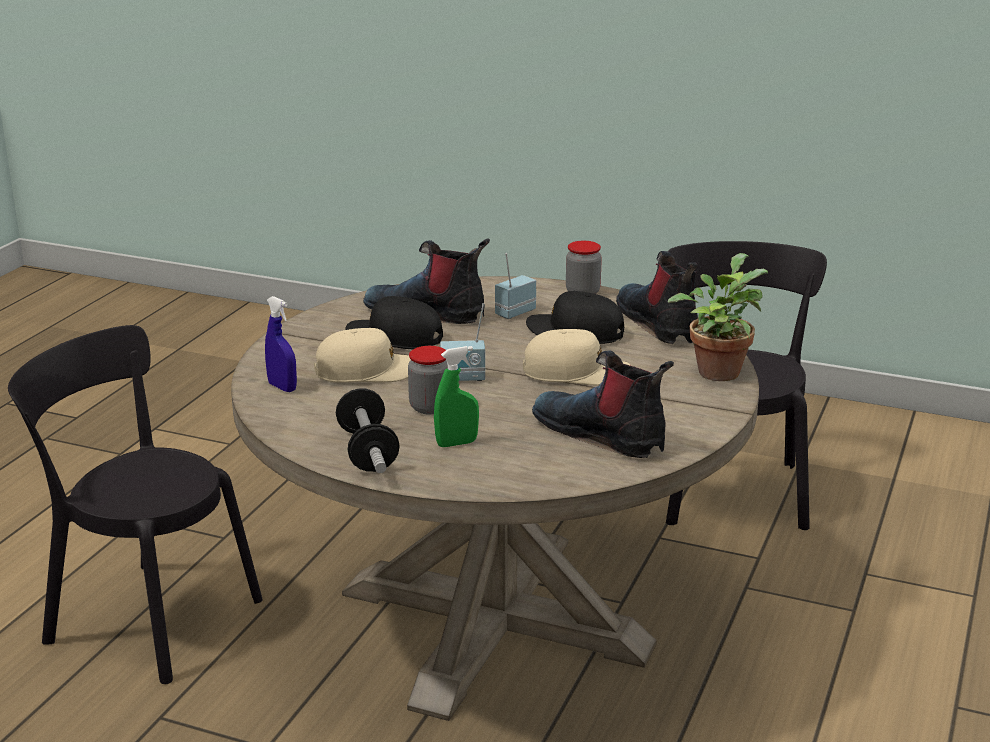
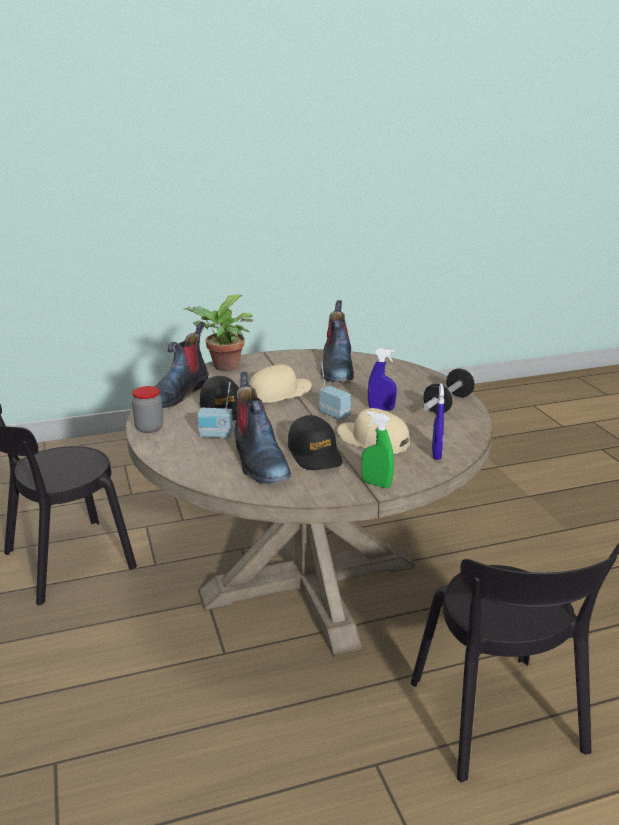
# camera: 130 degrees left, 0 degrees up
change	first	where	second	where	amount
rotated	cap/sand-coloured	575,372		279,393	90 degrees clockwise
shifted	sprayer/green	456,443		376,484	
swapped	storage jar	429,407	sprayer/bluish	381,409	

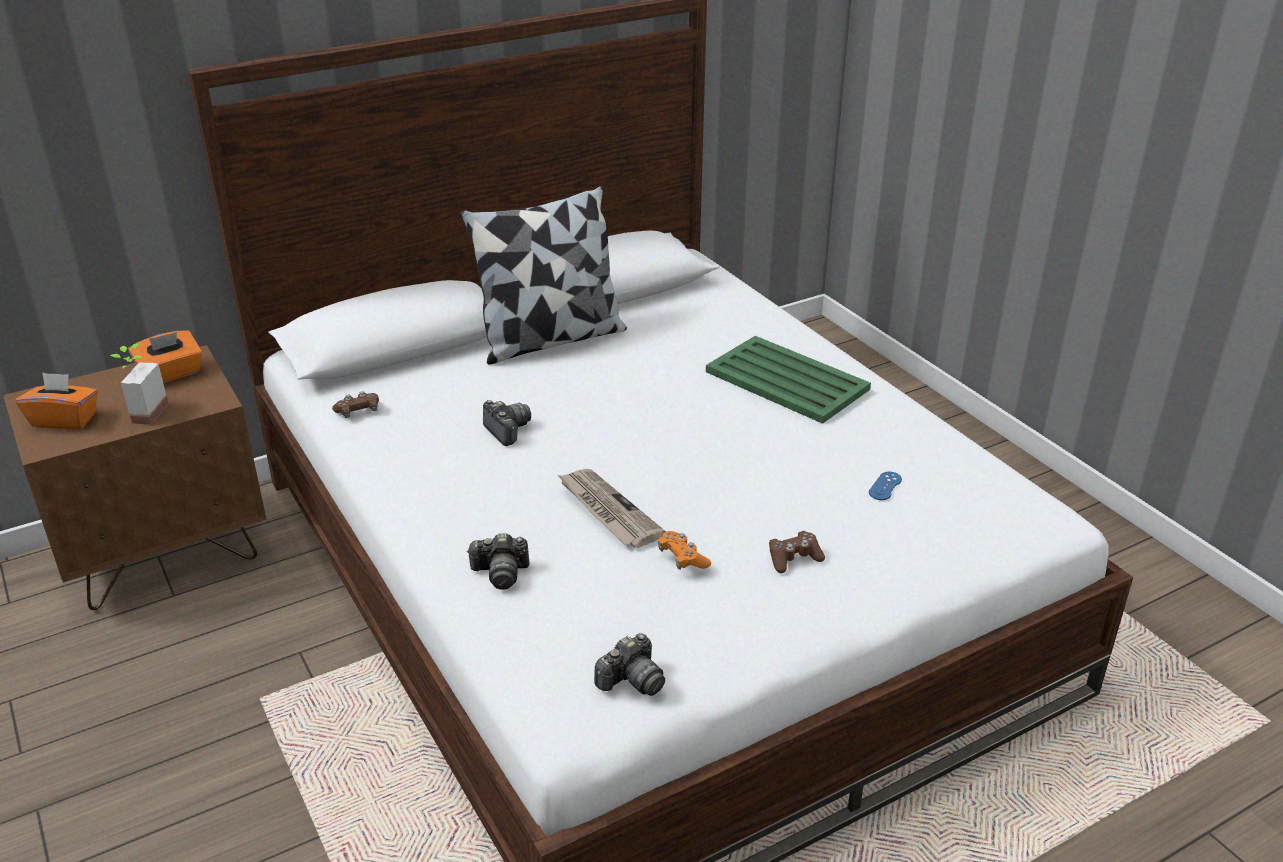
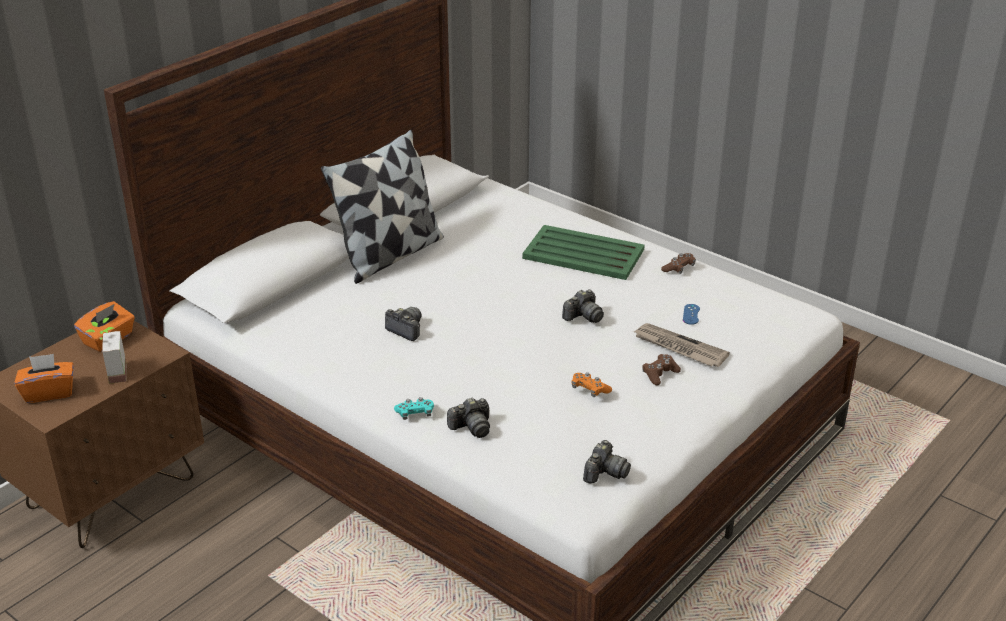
# camera: 20 degrees left, 0 degrees up
change	first	where	second	where	amount
new			gamepad/blue-green	415,414	
new			still camera	583,316	
shifted	printed paper	607,510		679,348	
shifted	gamepad/brown-coloured	358,411		678,268	

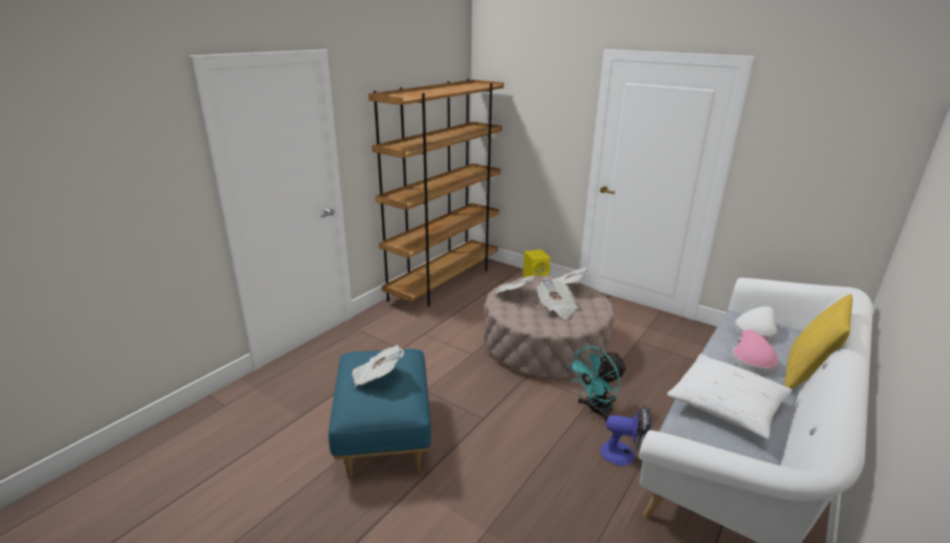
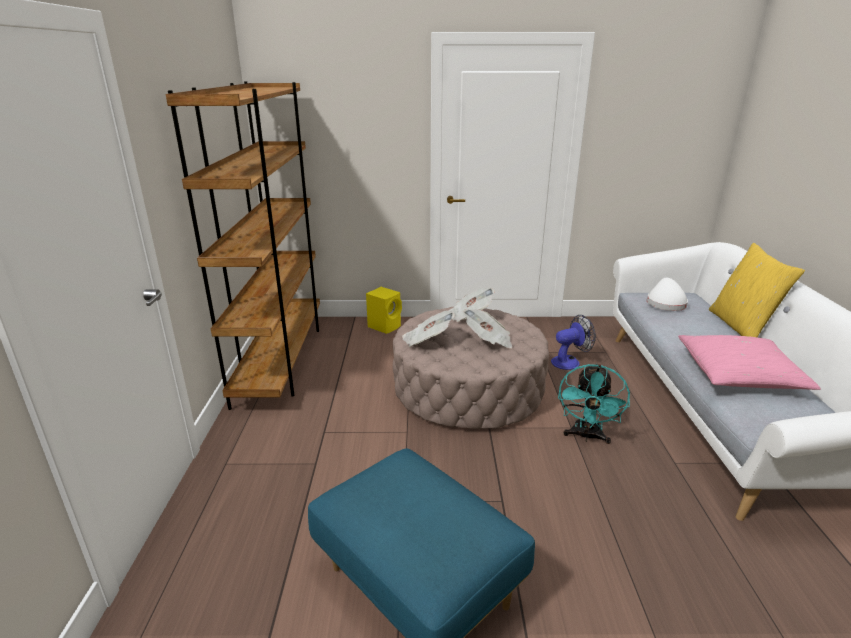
# camera: 35 degrees left, 0 degrees up
change	first	where	second	where	amount
shifted	cooling fan	624,454		569,361	
repainted	cushion/whitish	726,405	cushion/pink-coloured	739,375	
gone	printed paper	377,377			
gone	clothing hat/pink-coloured	751,360			

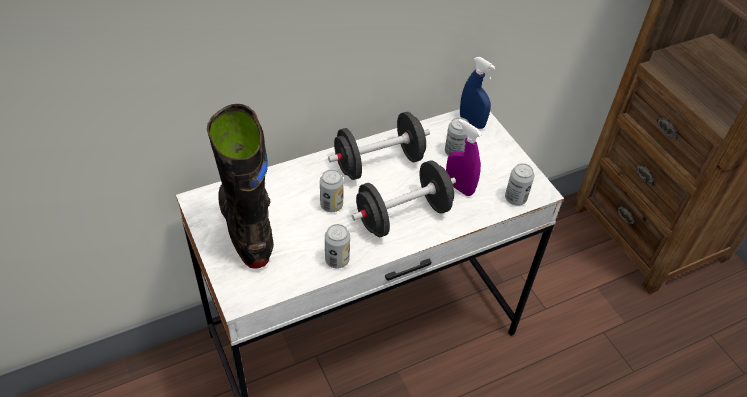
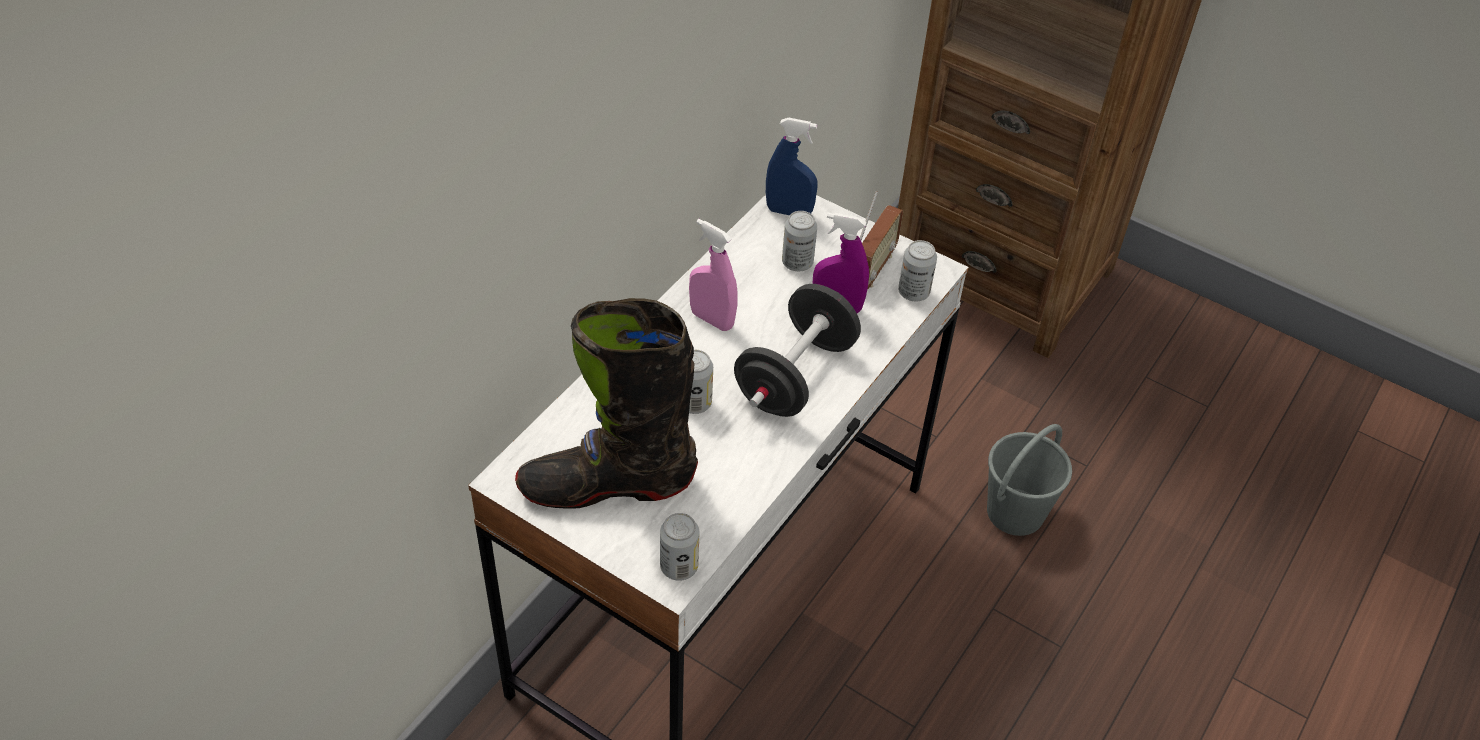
# camera: 30 degrees left, 0 degrees up
change	first	where	second	where	amount
rotated	high-top boot/black	247,228		607,485	45 degrees counterclockwise
shifted	metal can	337,260		679,567	
swapped	hand weight/black	378,163	sprayer/pink-coloured	712,319	
new			radio set	873,269	
new			pail/gray	1014,513	

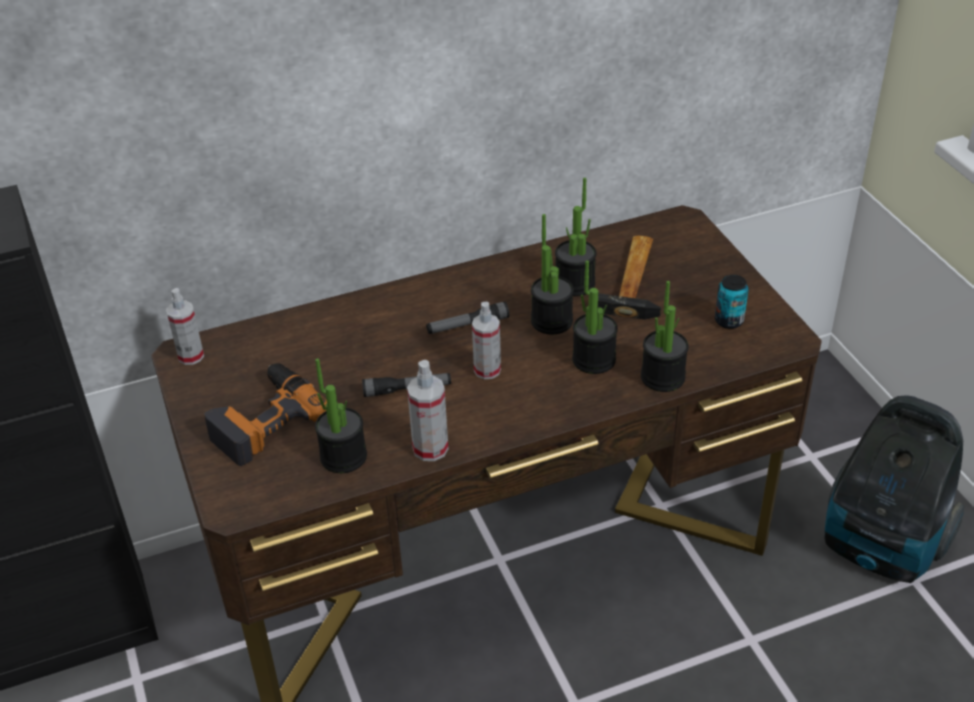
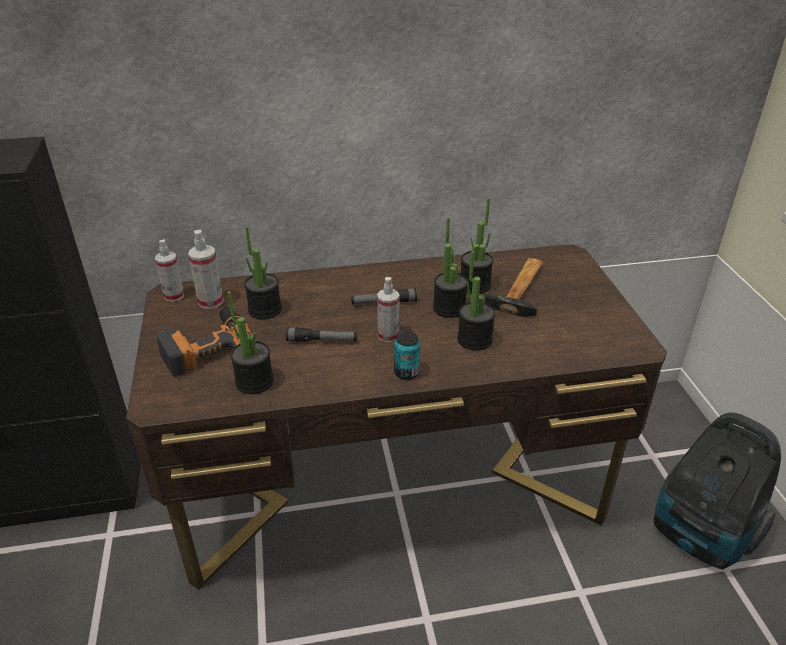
# camera: 10 degrees right, 5 degrees down
change	first	where	second	where	amount
shifted	sprayer	430,448		210,301	
shifted	potted plant	662,377		265,310	
shifted	metal can	729,321		406,372	

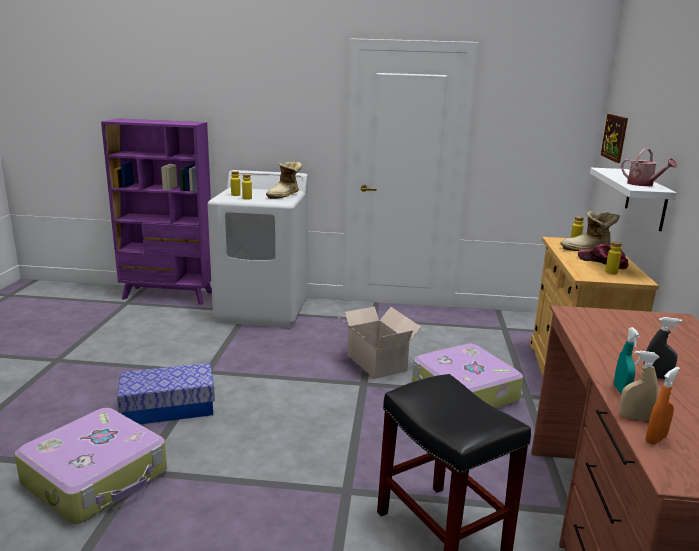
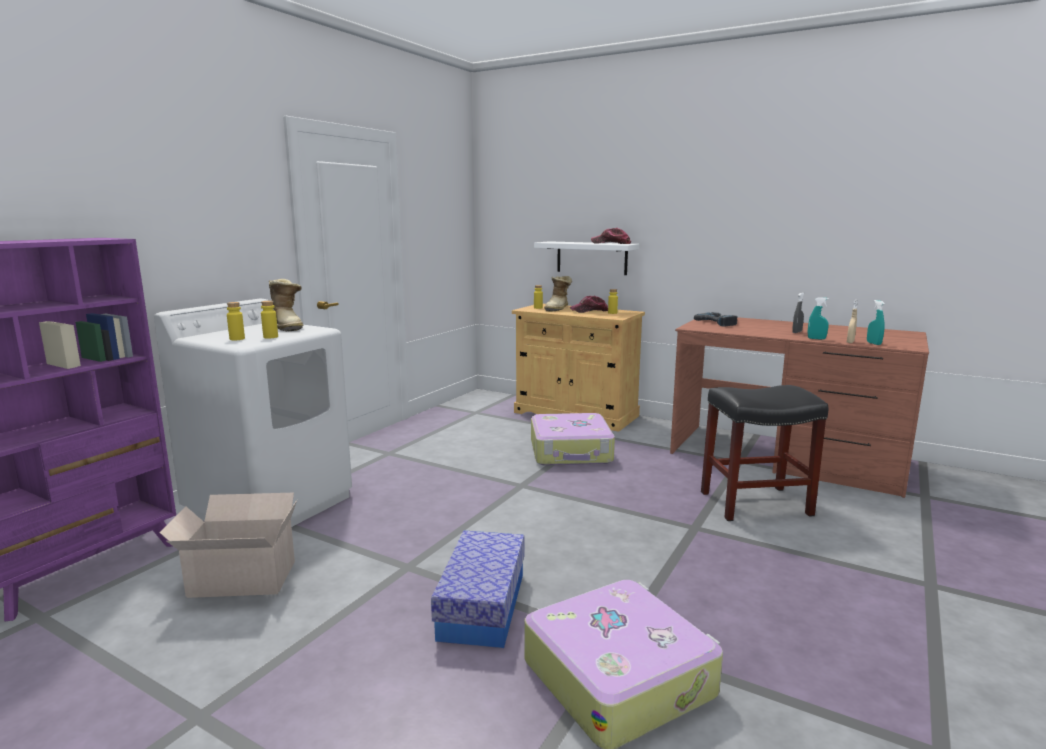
# camera: 65 degrees left, 5 degrees down
change	first	where	second	where	amount
shifted	carton	376,362		240,578	
swapped	sprinkling can	643,184	cap	611,243	
new			power drill	718,322	
repainted	sprayer/orange	656,439	sprayer/blue-green	873,343	
gone	wall picture	614,137			

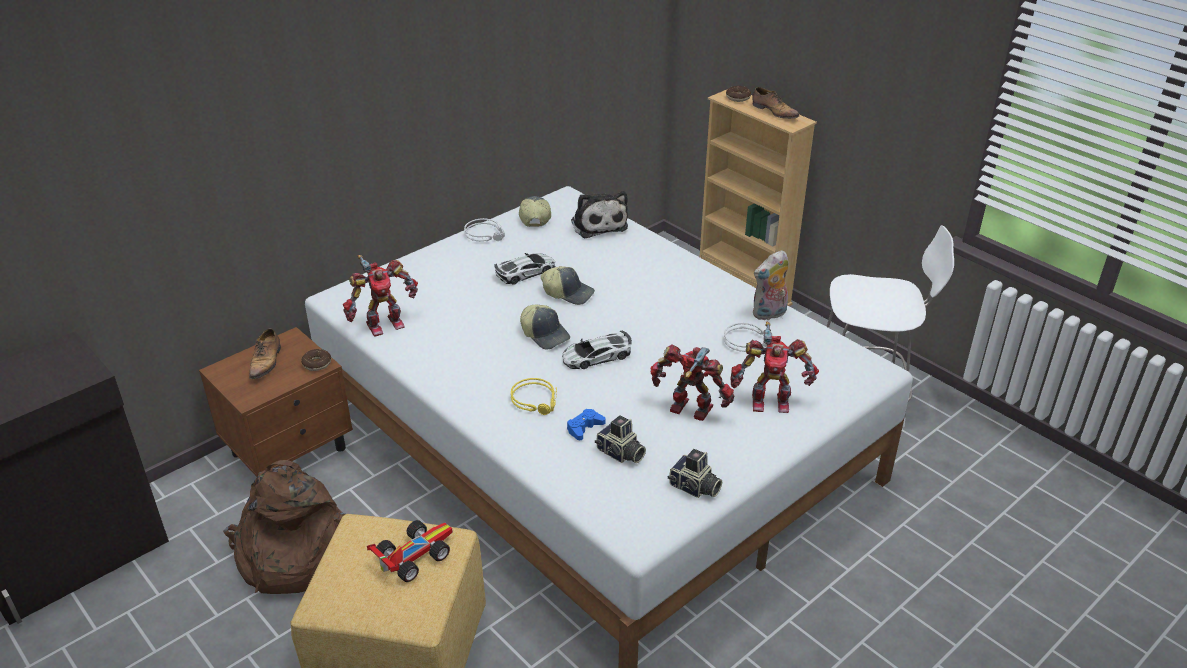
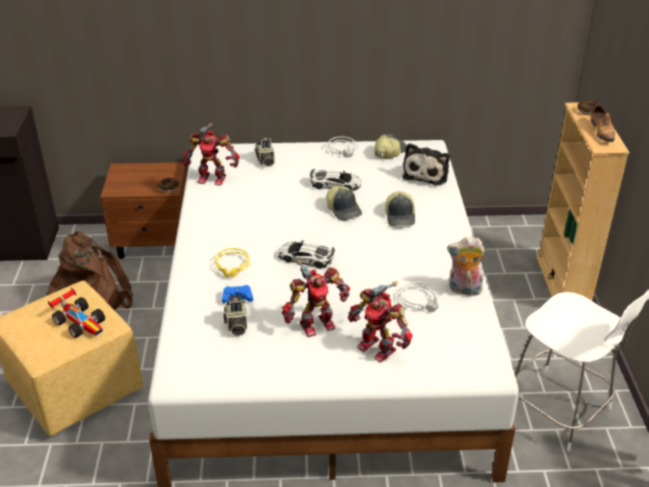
# camera: 40 degrees right, 0 degrees up
change	first	where	second	where	amount
rotated	model car	413,555		81,321	45 degrees clockwise
shifted	still camera	694,488		265,161	
rotated	robot figure	690,411		315,324	90 degrees clockwise
shifted	cap	545,334		400,216	
gone	item of footwear	266,362			

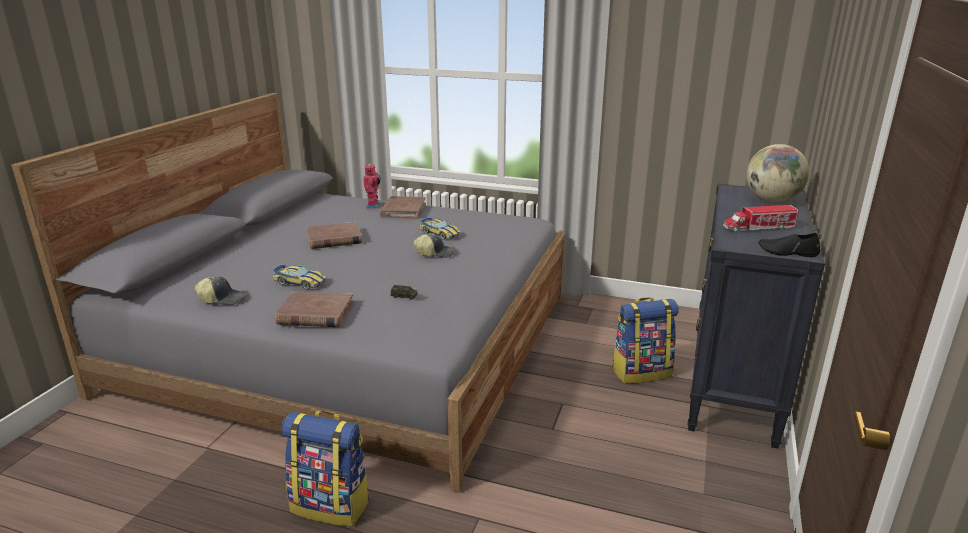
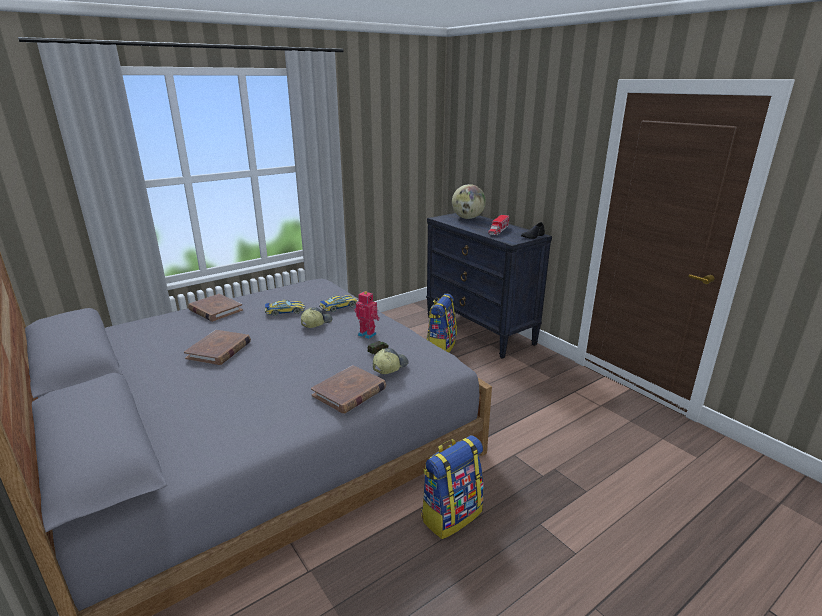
# camera: 55 degrees left, 0 degrees up
change	first	where	second	where	amount
shifted	model car	299,282		339,307	
shifted	robot figure	373,206		368,334	
shifted	cap	222,299		389,366	

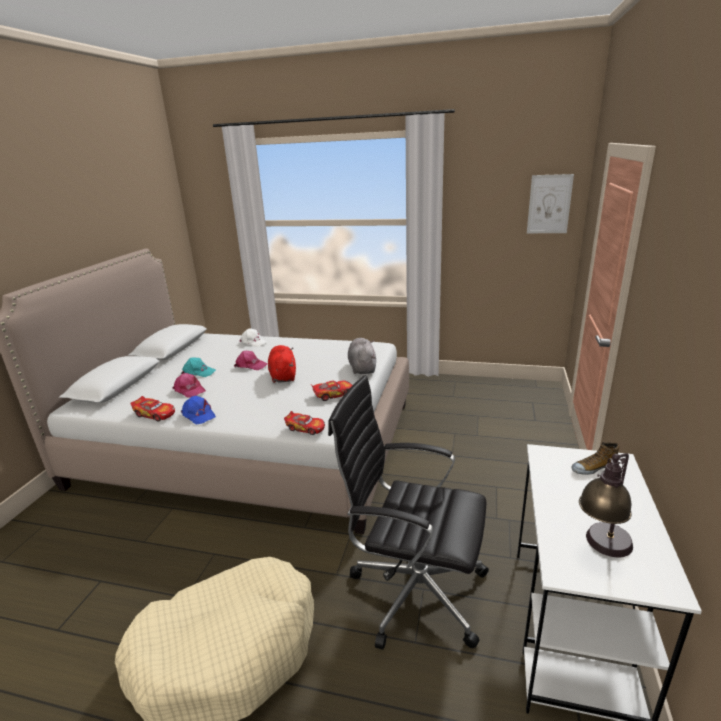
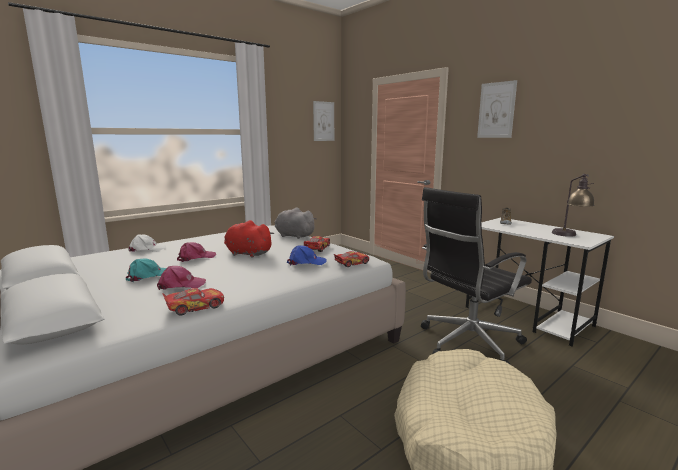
# camera: 55 degrees left, 10 degrees down
change	first	where	second	where	amount
shifted	cap/bluish	198,415		306,262	
new			wall picture	496,110	

